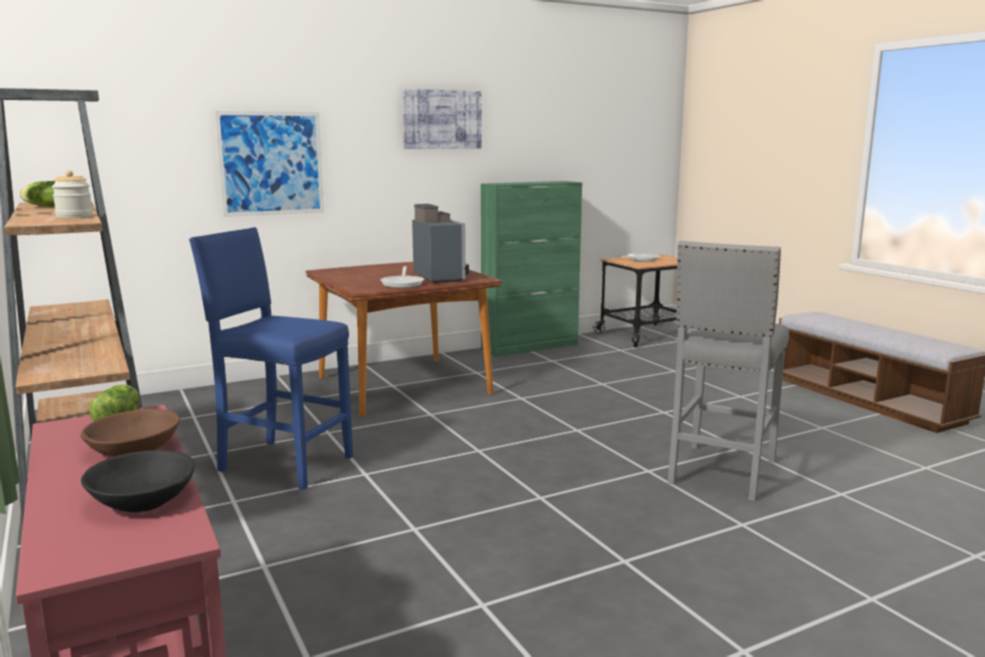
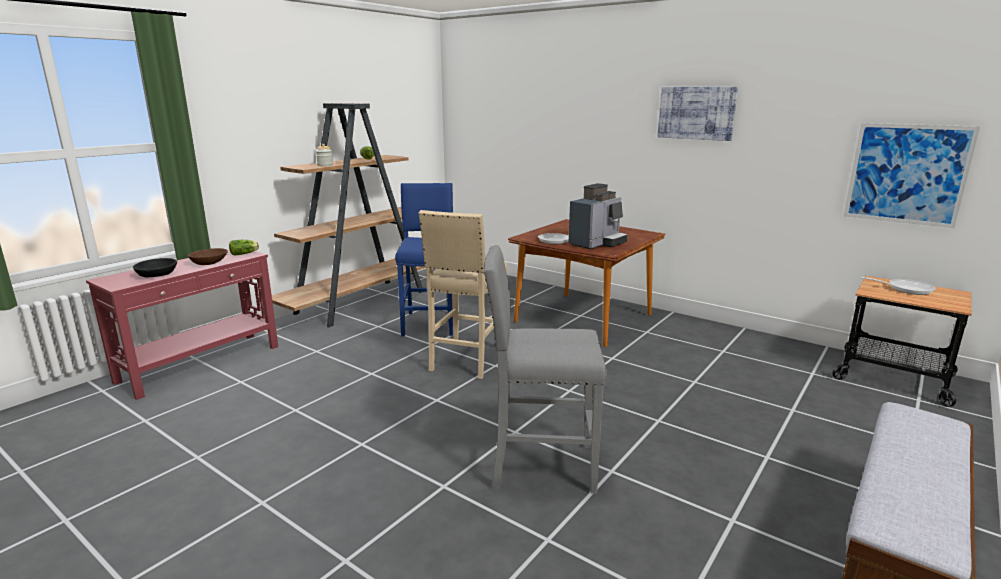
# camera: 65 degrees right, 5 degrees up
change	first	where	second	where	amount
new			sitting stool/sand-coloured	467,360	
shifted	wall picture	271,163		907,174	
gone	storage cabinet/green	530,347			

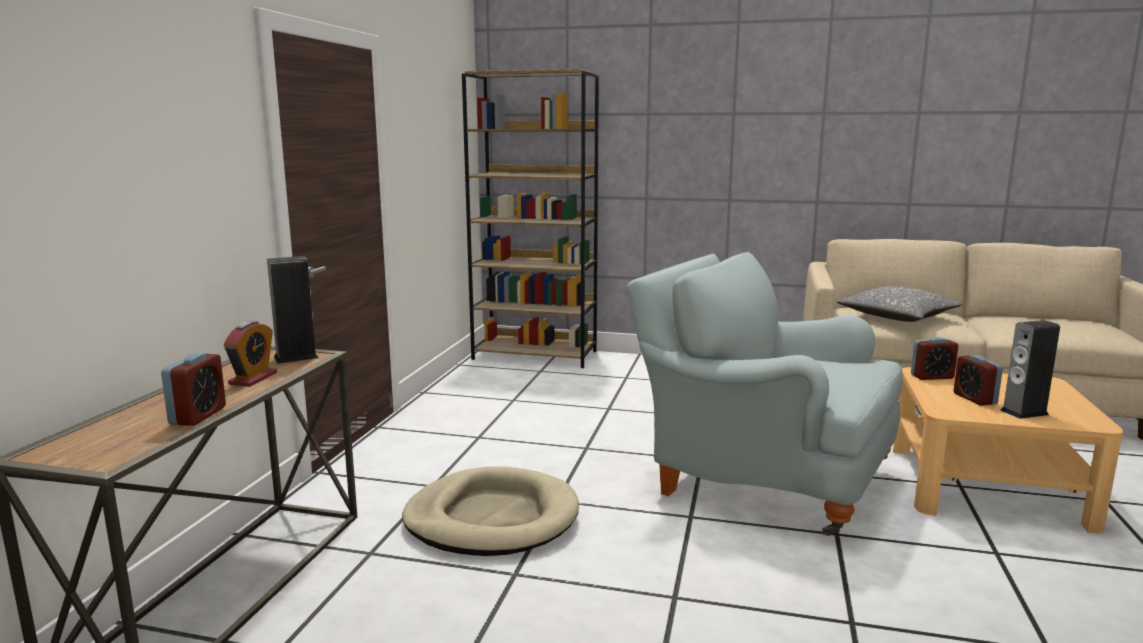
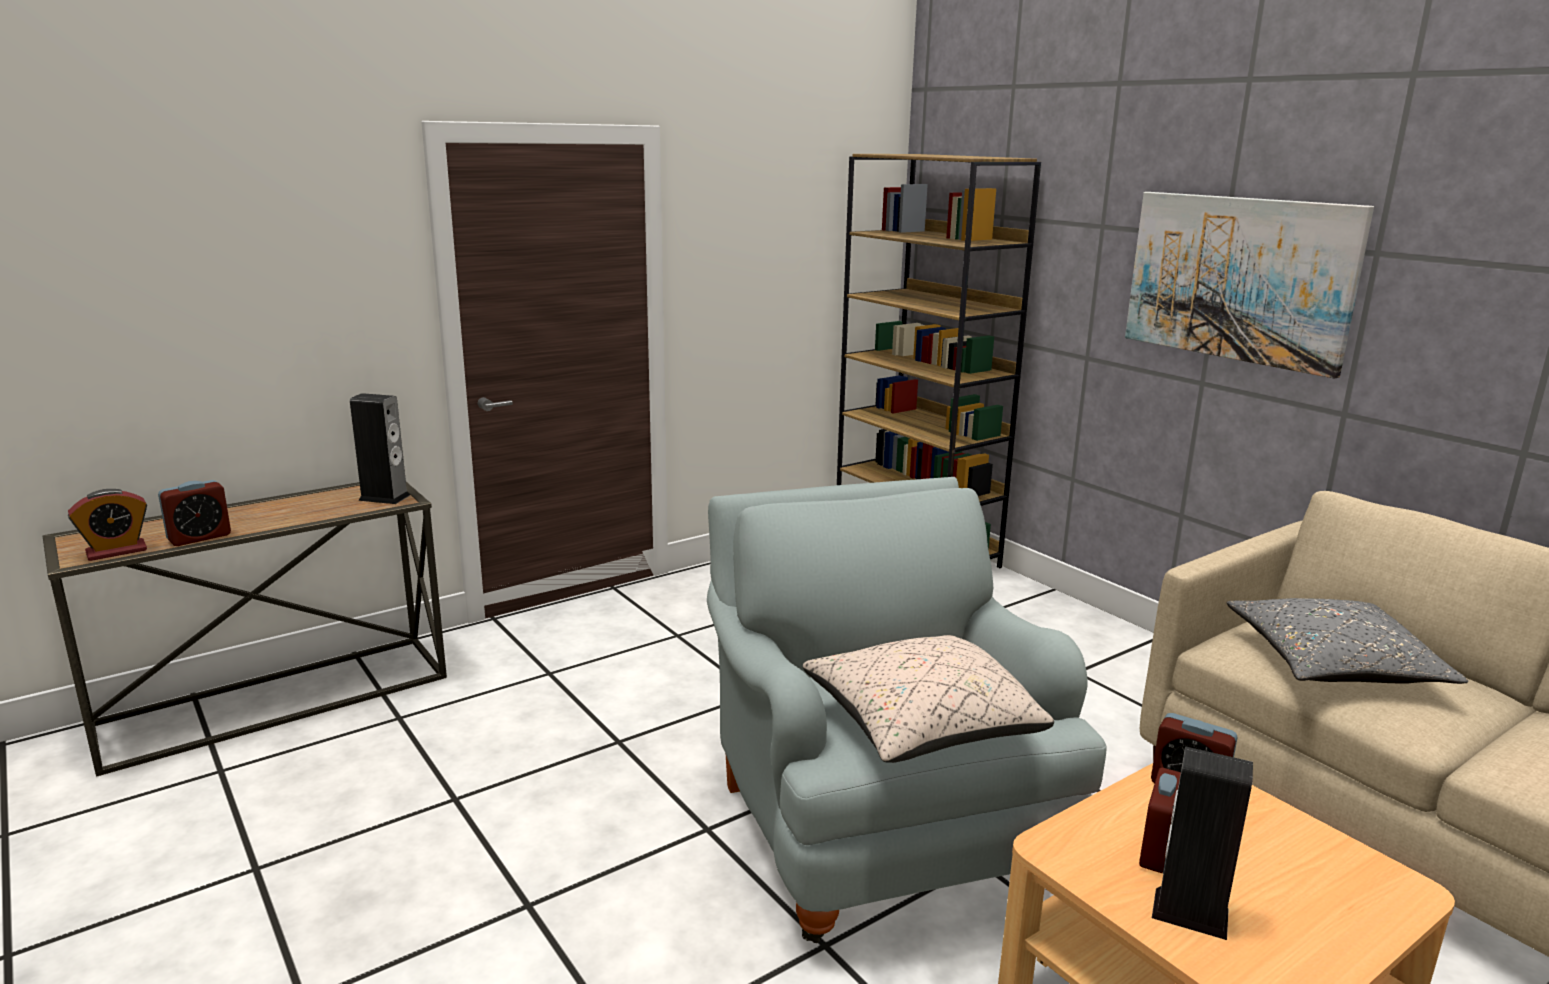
# camera: 40 degrees right, 5 degrees up
change	first	where	second	where	amount
shifted	table clock	253,378		116,551	
new			cushion/sand-coloured	920,726	
new			wall picture	1238,278	
gone	pet bed/sand-coloured	492,518			

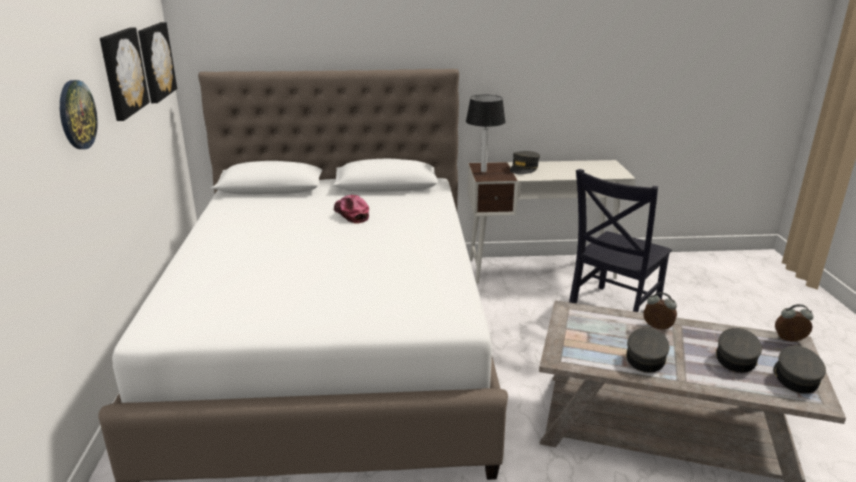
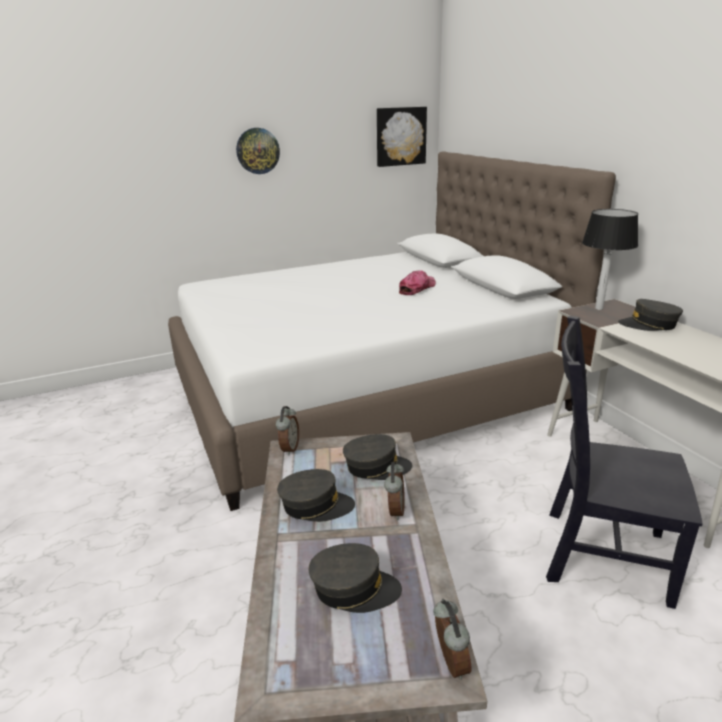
# camera: 70 degrees right, 0 degrees up
change	first	where	second	where	amount
new			table clock	289,448	
shifted	cap/gray	795,377		376,467	
gone	wall picture	122,73			

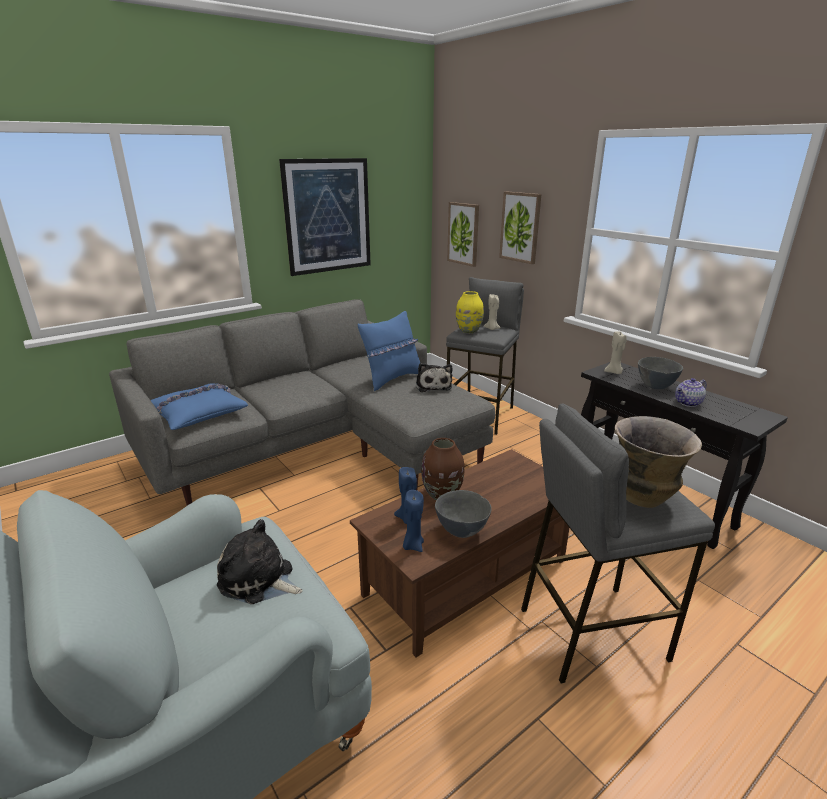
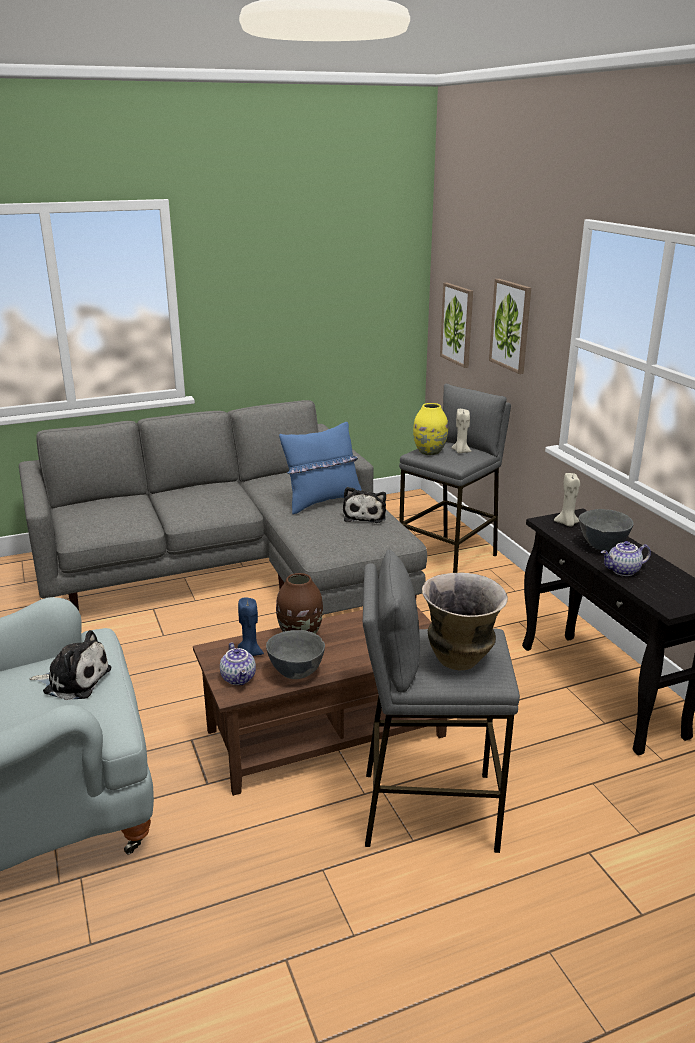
# camera: 15 degrees right, 0 degrees up
change	first	where	second	where	amount
rotated	plush toy	259,580		74,680	150 degrees clockwise
swapped	wax candle/bluish	413,545	teapot	239,678	
gone	cushion/bluish	197,413			
gone	wall picture	328,216			

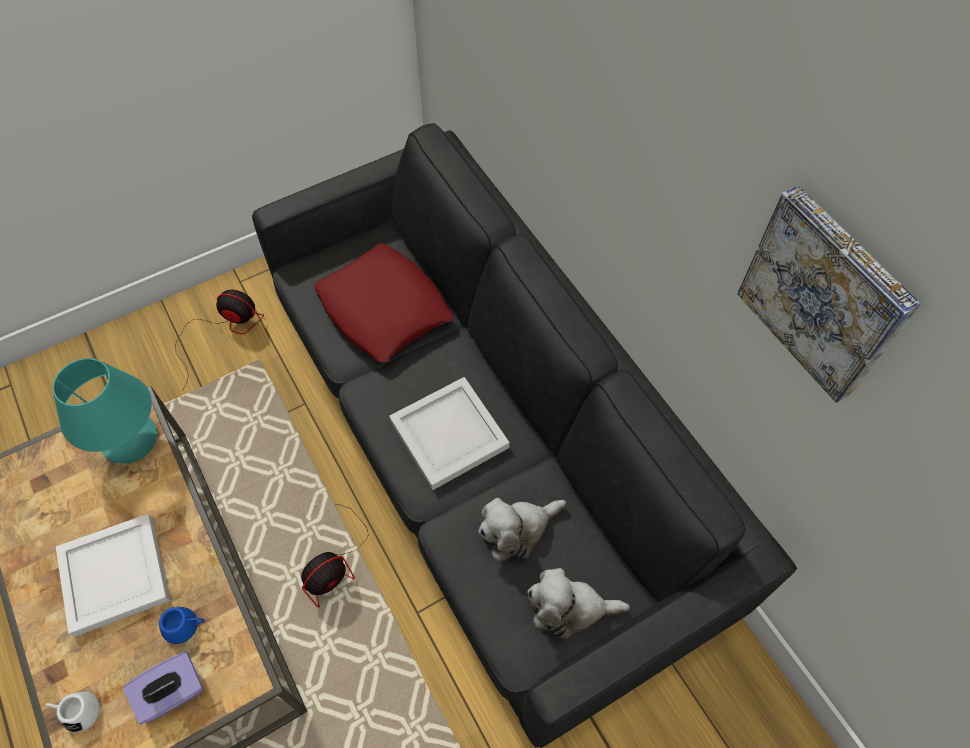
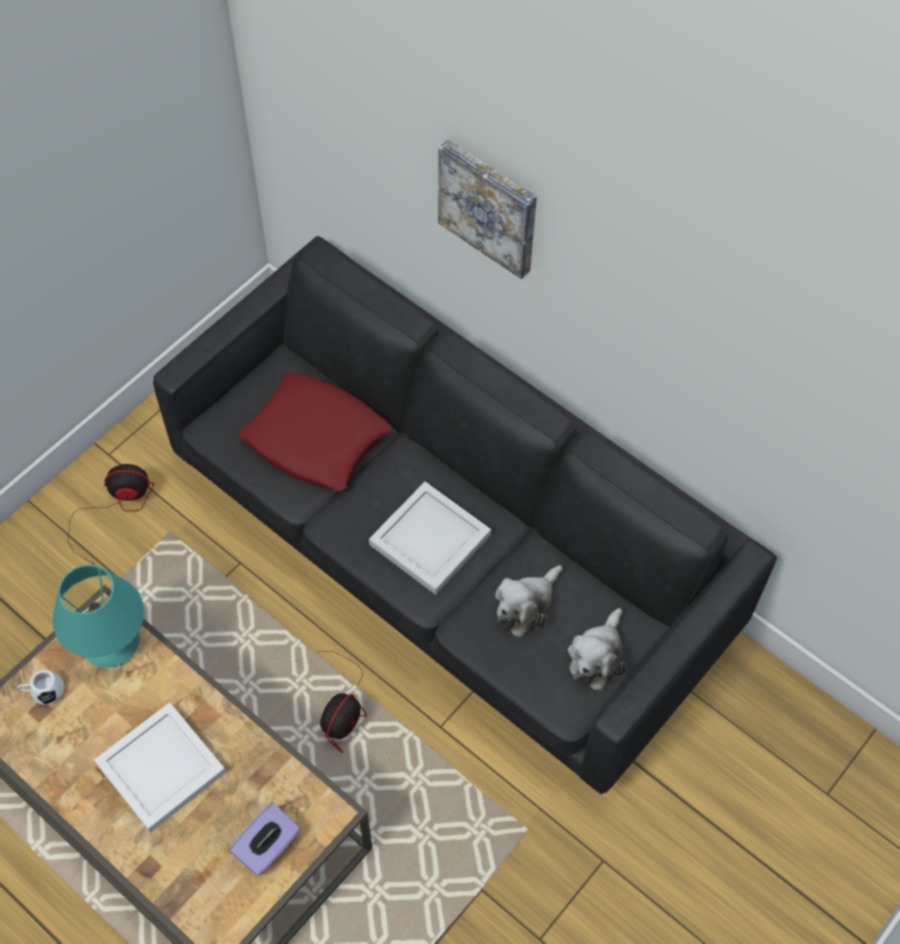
# camera: 20 degrees left, 0 degrees up
change	first	where	second	where	amount
shifted	mug/whitish	77,711		43,691	
shifted	wall picture	825,294		489,206	
rotated	plush toy	569,608		597,656	45 degrees counterclockwise
gone	mug/bluish	185,626			

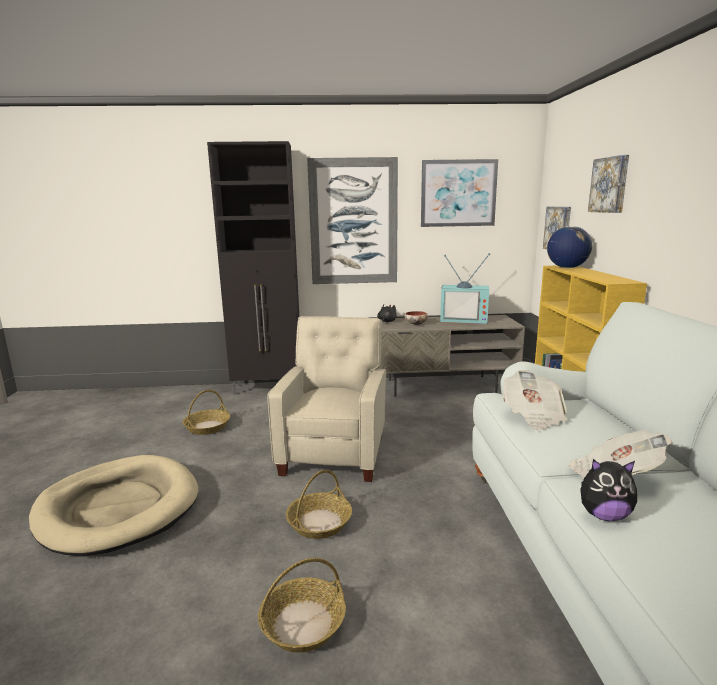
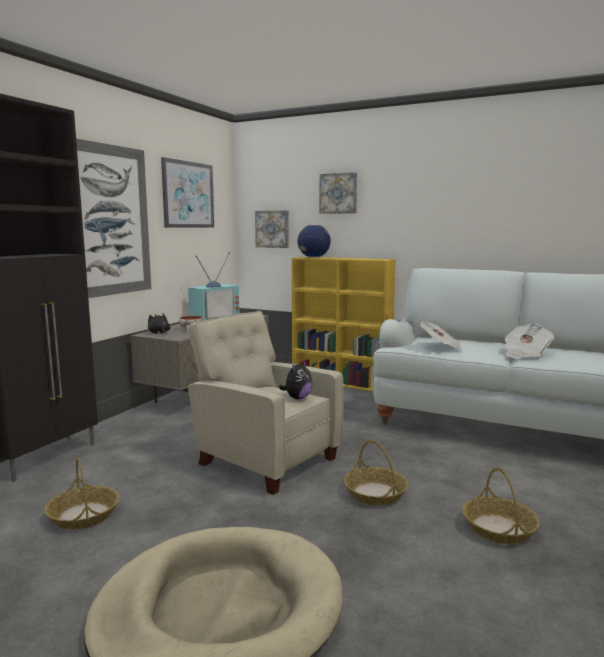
# camera: 60 degrees left, 5 degrees down
change	first	where	second	where	amount
shifted	plush toy	603,515		297,398	

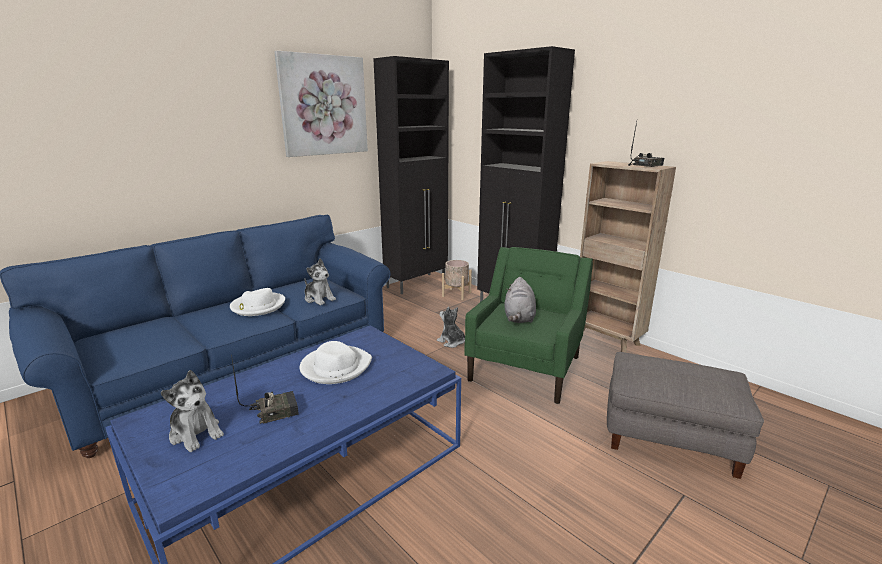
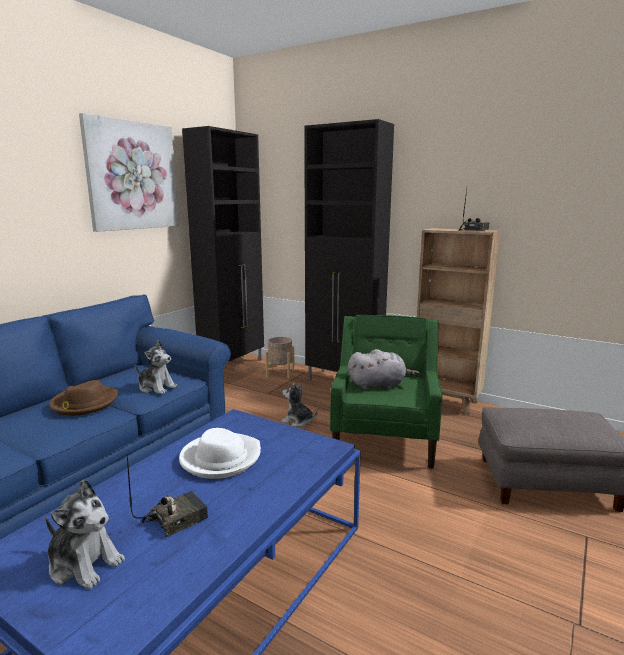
# camera: 15 degrees left, 5 degrees down
change	first	where	second	where	amount
repainted	clothing hat/whitish	258,306	clothing hat/brown-coloured	84,403	
rotated	plush toy/gray	519,318		379,385	90 degrees counterclockwise

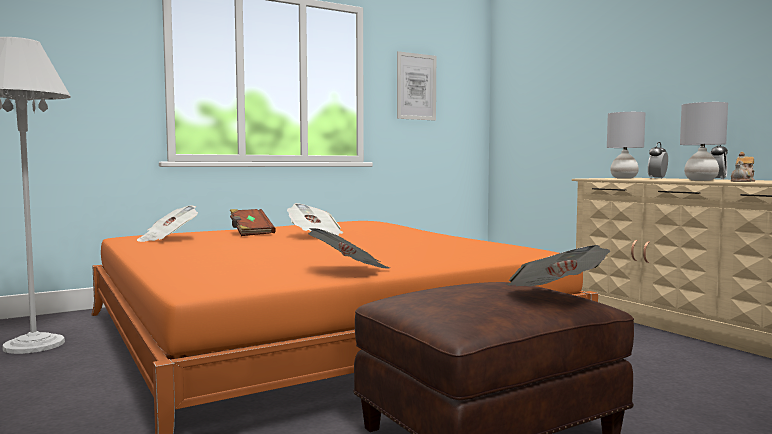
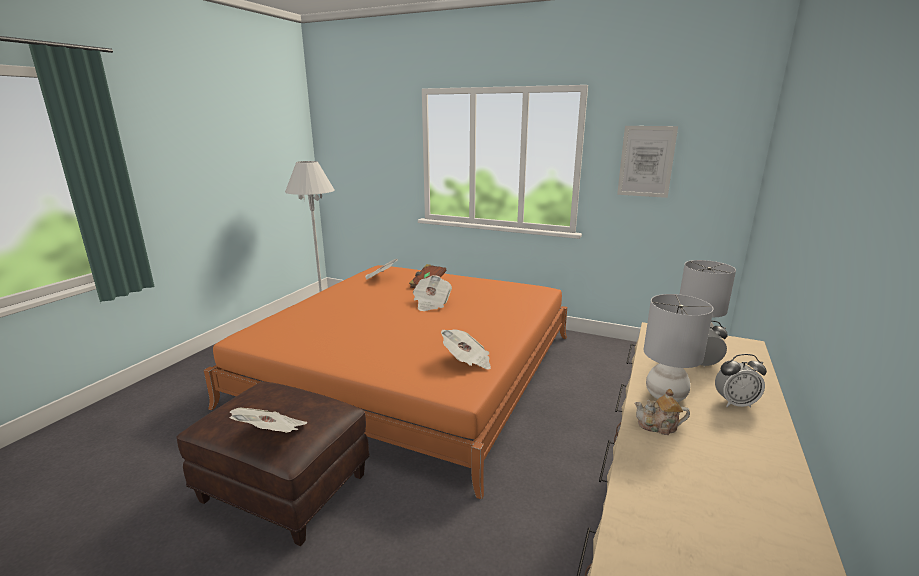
# camera: 55 degrees right, 15 degrees up
change	first	where	second	where	amount
shifted	printed paper	350,271		467,361	

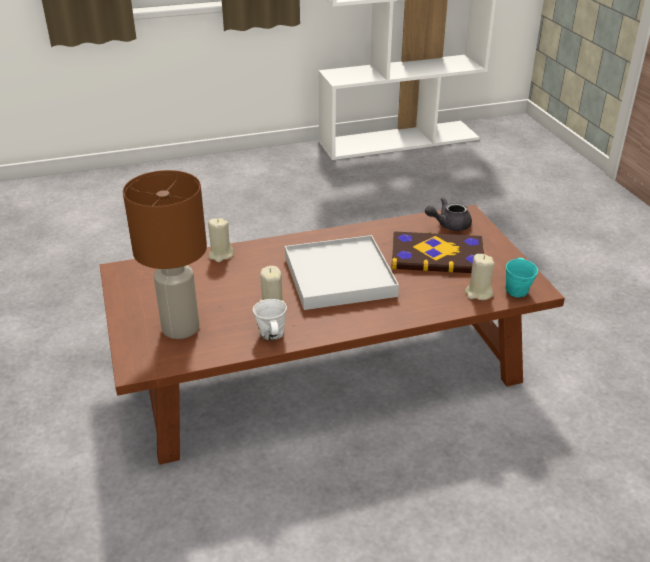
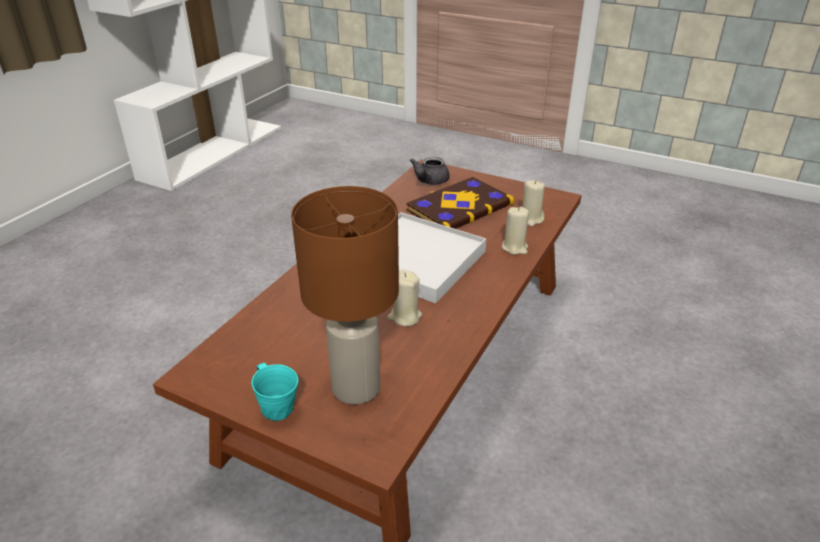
# camera: 45 degrees left, 0 degrees up
change	first	where	second	where	amount
shifted	mug/blue-green	517,290		277,407	
shifted	wax candle/sand-coloured	220,255		514,247	
gone	mug/whitish	271,335			

